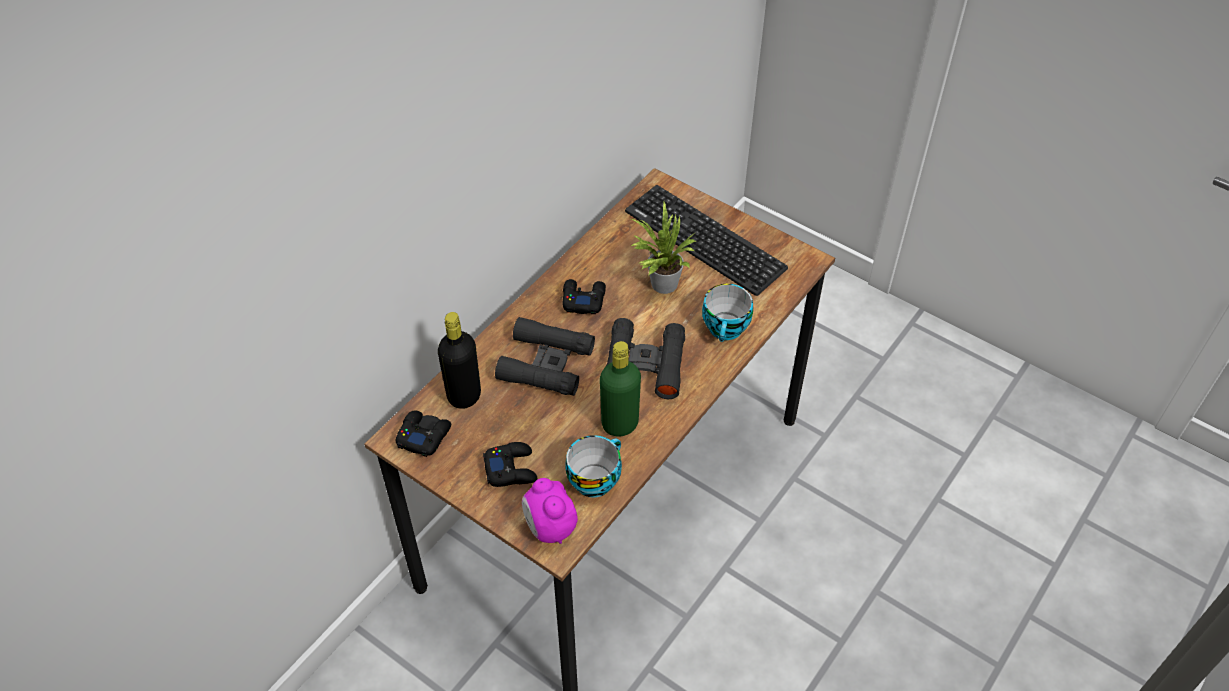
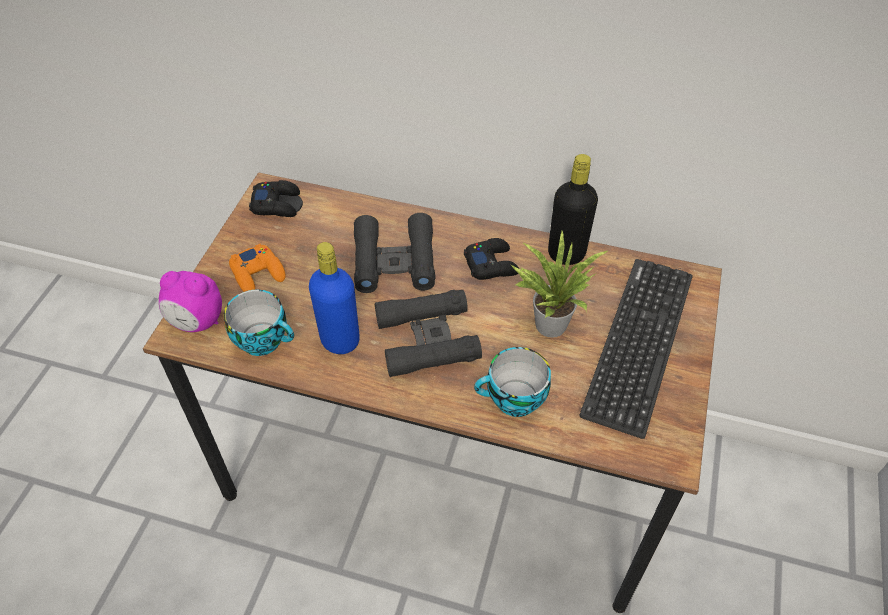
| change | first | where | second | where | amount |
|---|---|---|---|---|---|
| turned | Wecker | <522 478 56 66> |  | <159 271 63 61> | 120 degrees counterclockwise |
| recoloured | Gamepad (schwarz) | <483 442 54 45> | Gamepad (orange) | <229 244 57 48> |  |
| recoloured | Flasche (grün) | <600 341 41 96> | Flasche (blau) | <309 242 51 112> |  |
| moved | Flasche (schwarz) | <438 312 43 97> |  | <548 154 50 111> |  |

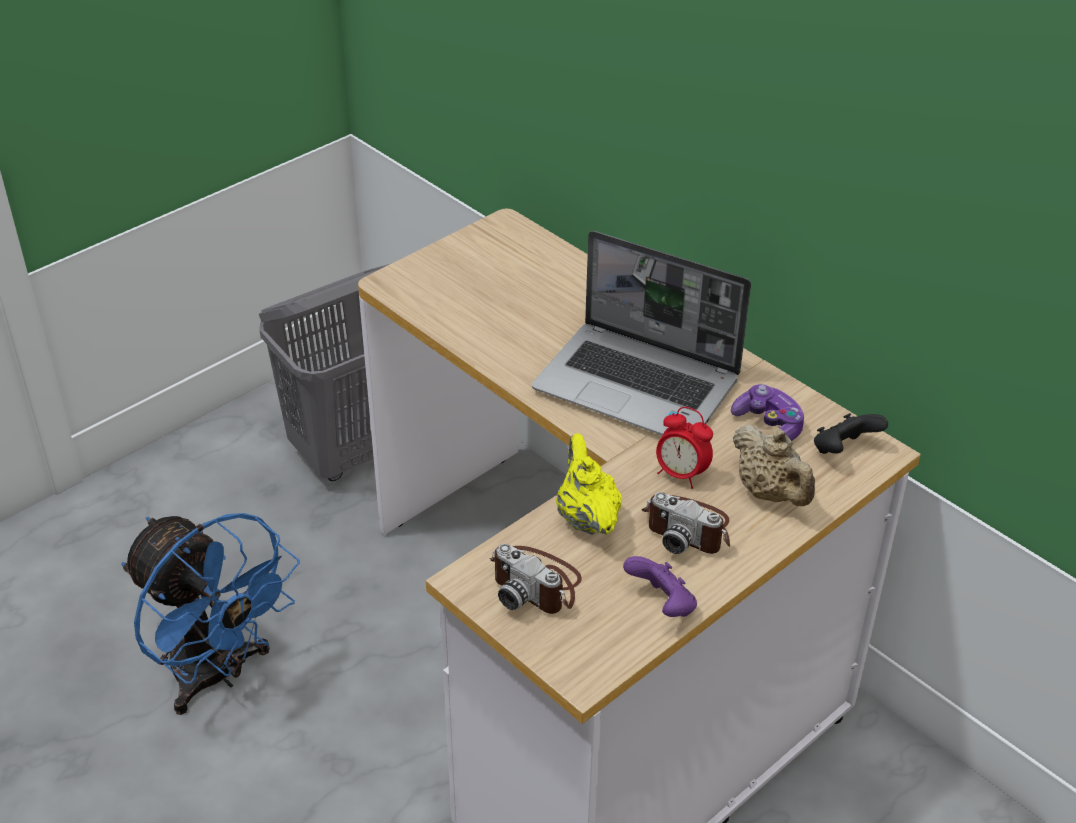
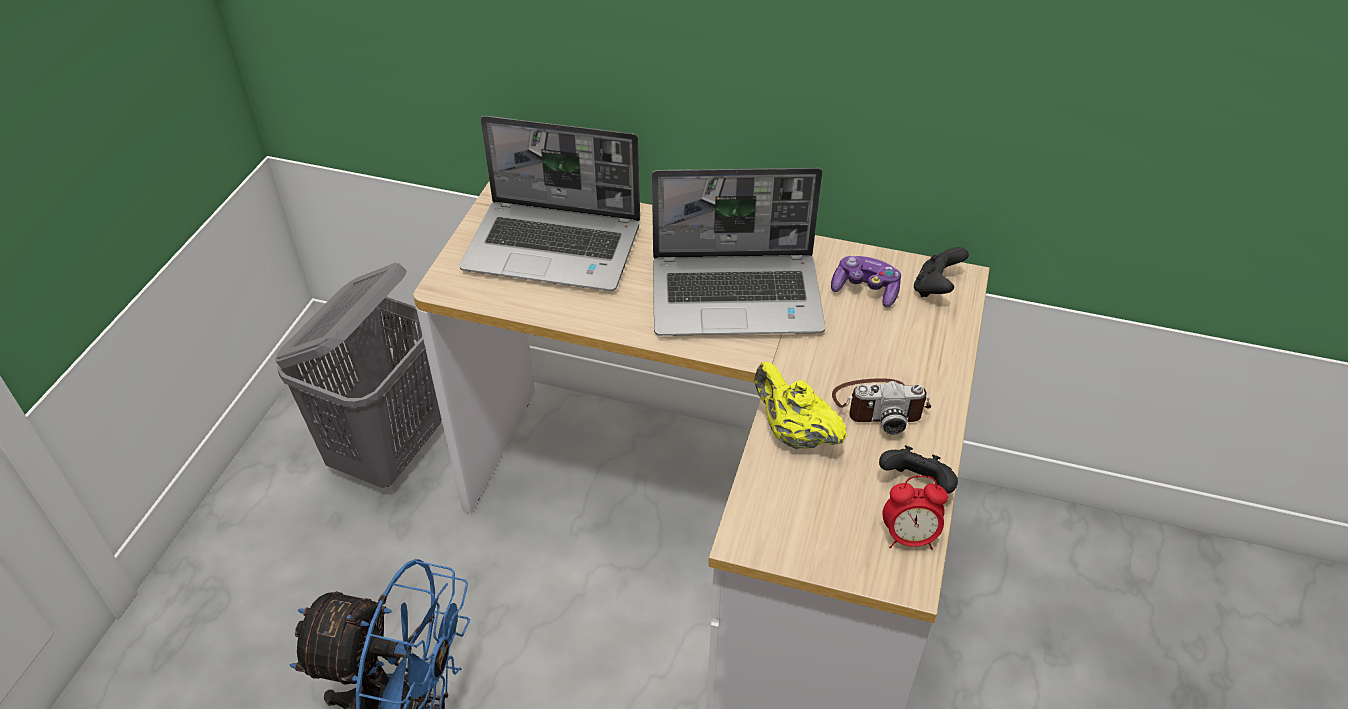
| change | first | where | second | where | amount |
|---|---|---|---|---|---|
| added |  |  | Laptop | <459 116 181 175> |  |
| recoloured | Gamepad (lila) | <623 556 74 61> | Gamepad (schwarz) | <879 445 79 49> |  |
| moved | Wecker | <656 407 57 82> |  | <883 475 65 75> |  |
| removed | Kamera | <489 544 93 70> |  |  |  |
| removed | Teekanne (beige) | <733 425 82 81> |  |  |  |

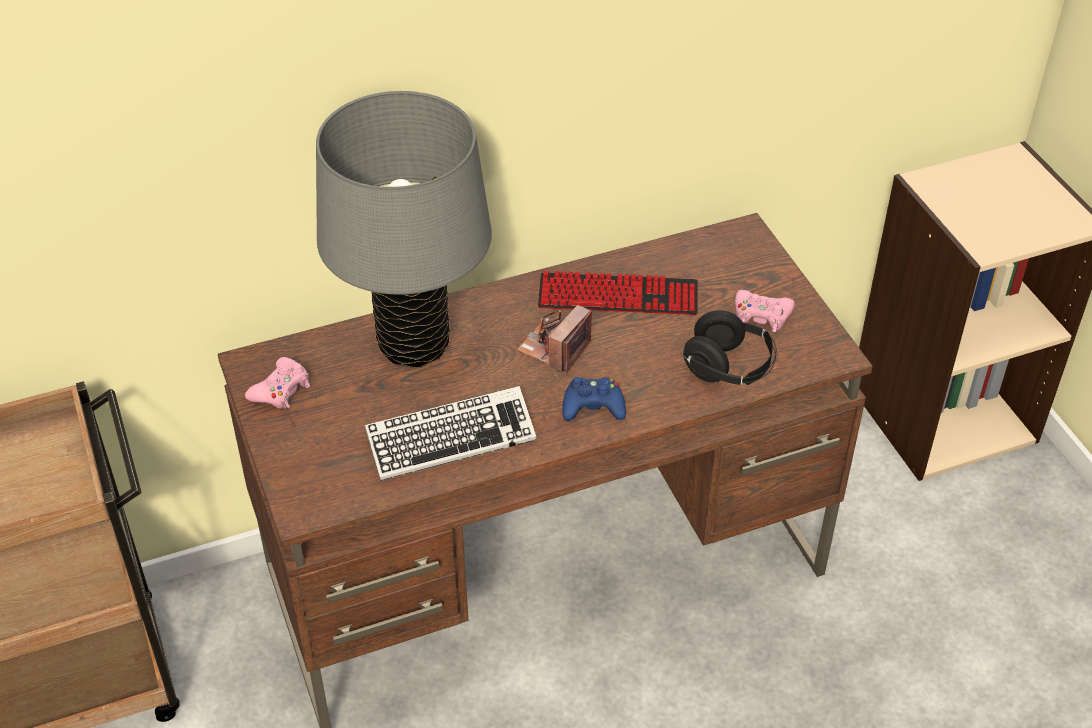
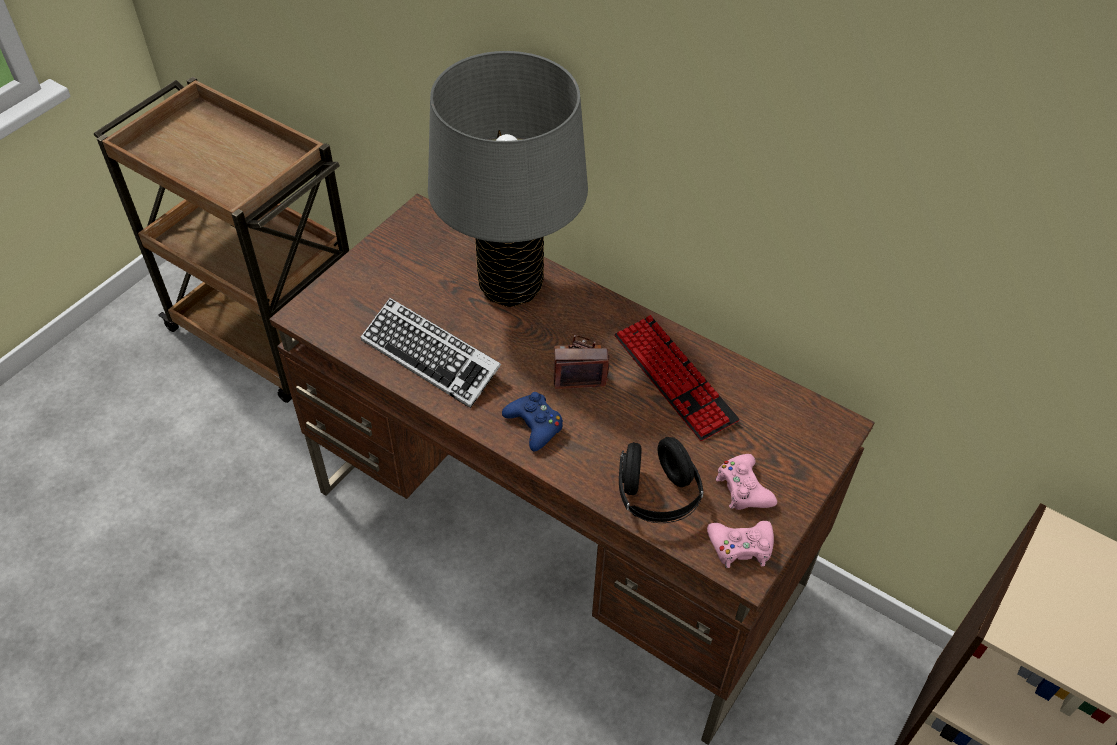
| change | first | where | second | where | amount |
|---|---|---|---|---|---|
| moved | Gamepad (rosa) | <245 357 65 52> |  | <707 521 67 47> |  |

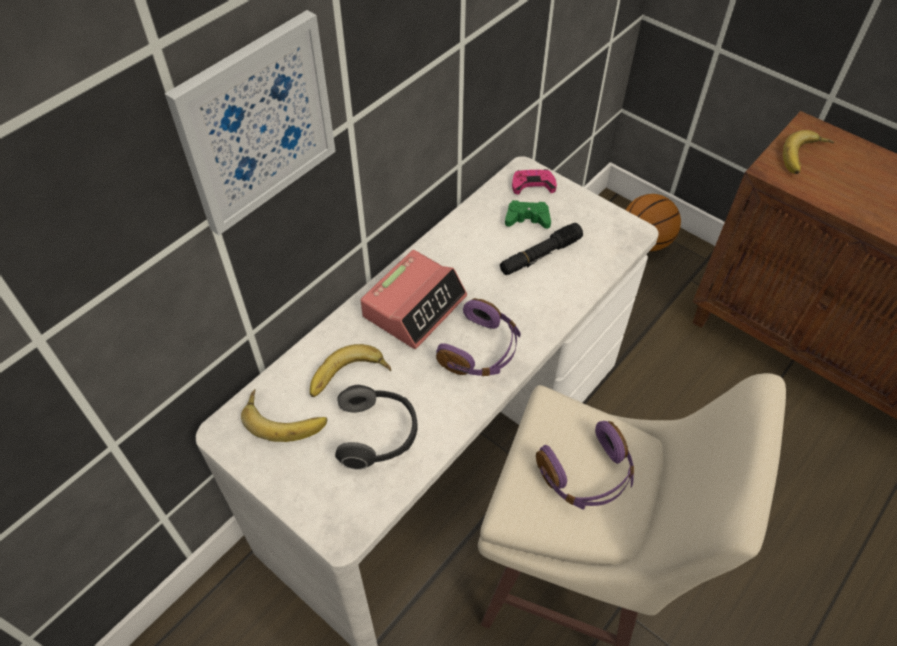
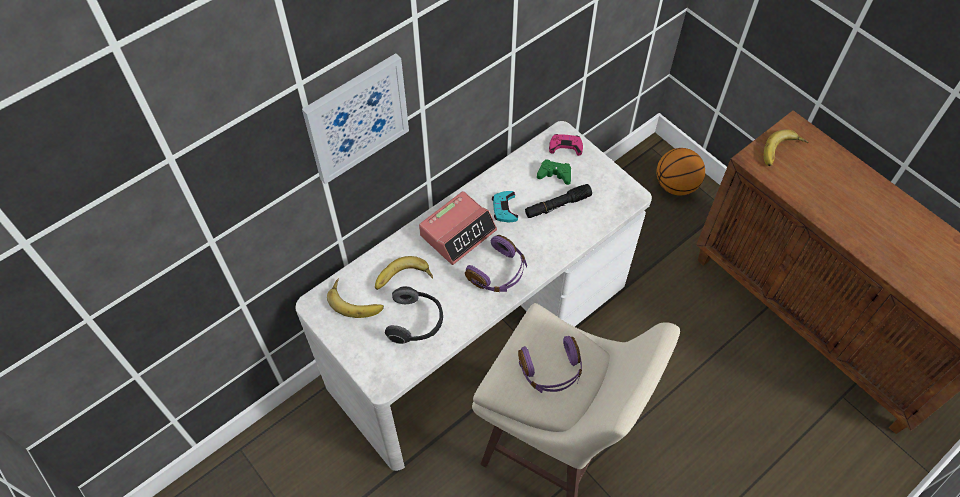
| change | first | where | second | where | amount |
|---|---|---|---|---|---|
| added |  |  | Gamepad (türkis) | <492 191 26 31> |  |

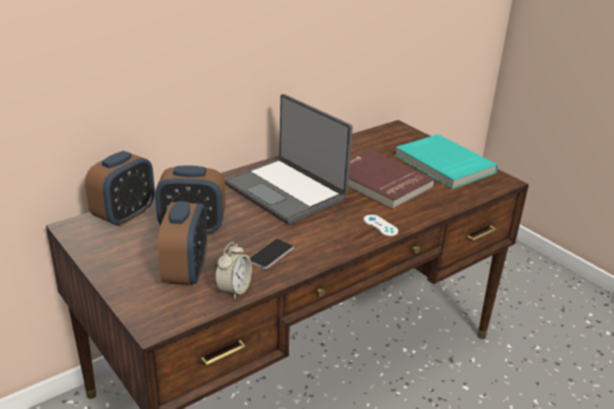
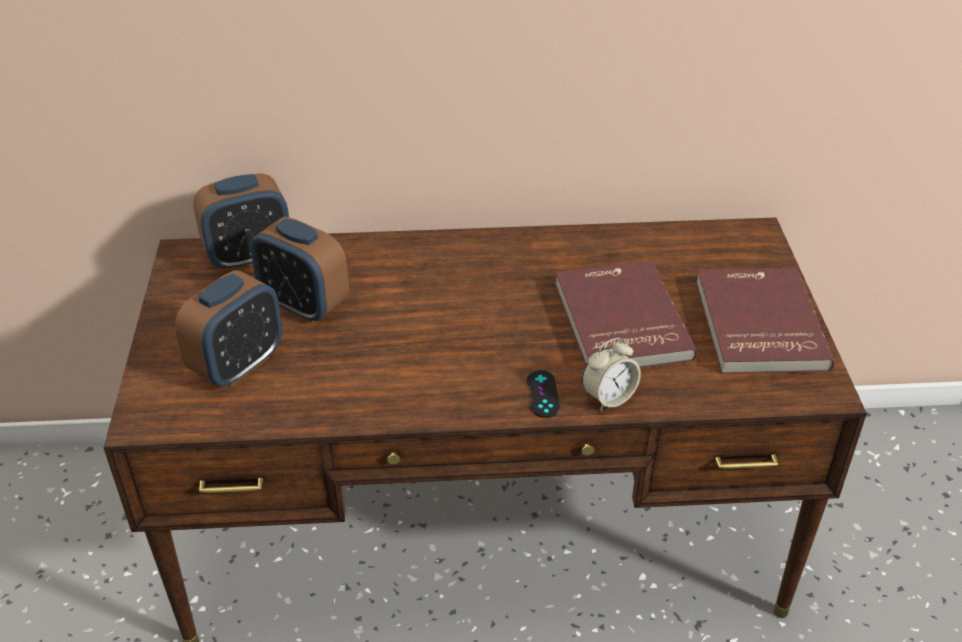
| change | first | where | second | where | amount |
|---|---|---|---|---|---|
| recoloured | Gamepad (weiß) | <364 215 34 21> | Gamepad (schwarz) | <527 370 33 48> |  |
| moved | Wecker | <215 242 37 58> |  | <582 338 59 73> |  |
| recoloured | Buch (türkis) | <395 134 103 55> | Buch (rot) | <696 268 139 106> |  |
| removed | Laptop | <224 94 129 131> |  |  |  |
| removed | Handy | <250 239 44 30> |  |  |  |

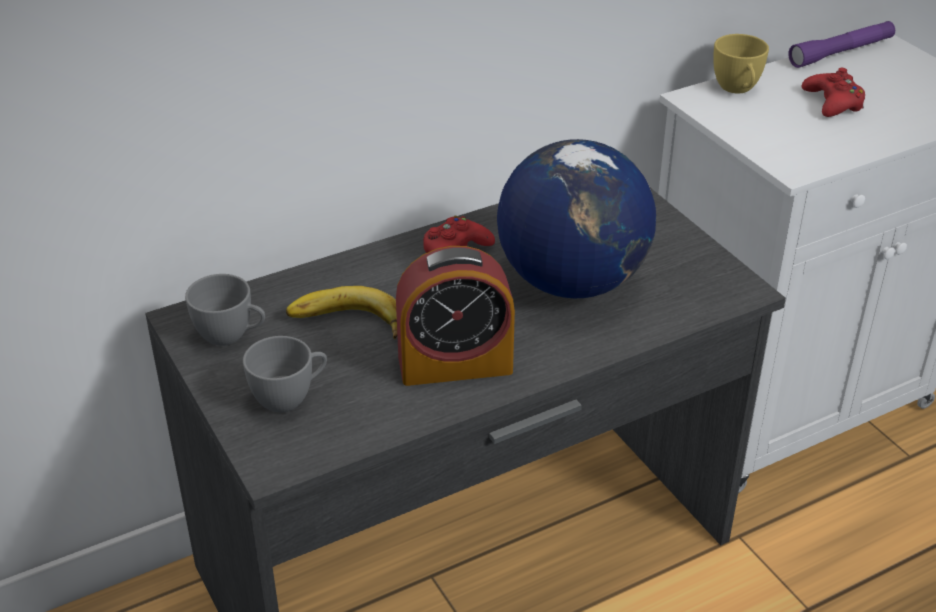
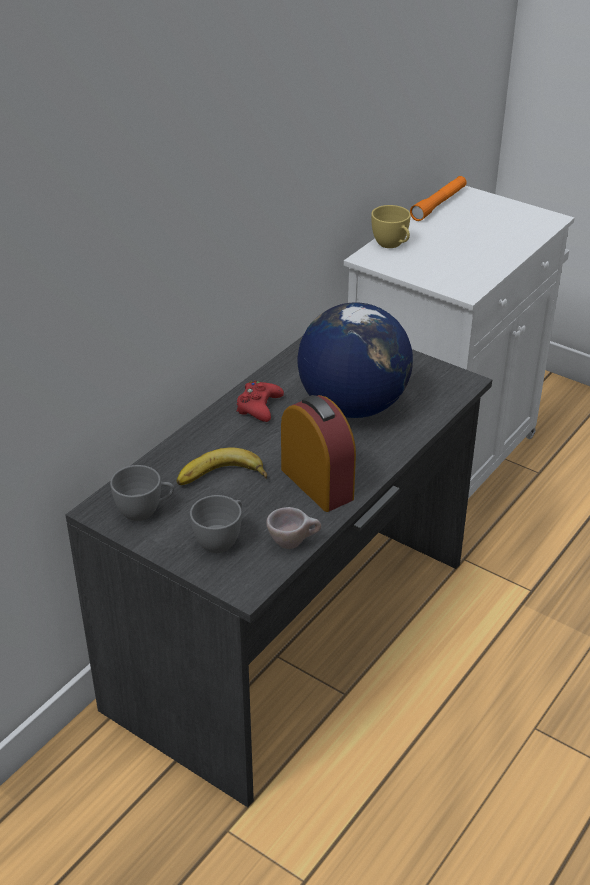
| change | first | where | second | where | amount |
|---|---|---|---|---|---|
| added |  |  | Tasse (beige) | <266 507 55 42> |  |
| turned | Wecker | <396 246 119 140> |  | <281 395 75 117> | 90 degrees counterclockwise |
| recoloured | Taschenlampe (lila) | <788 21 107 47> | Taschenlampe (orange) | <410 176 57 45> |  |
| removed | Gamepad (rot) | <802 68 63 49> |  |  |  |

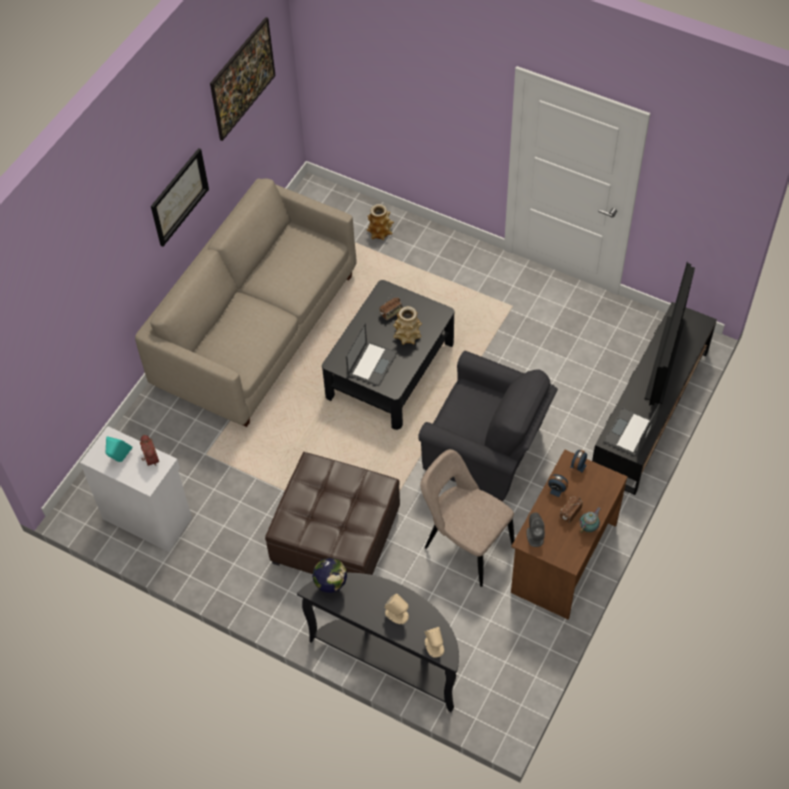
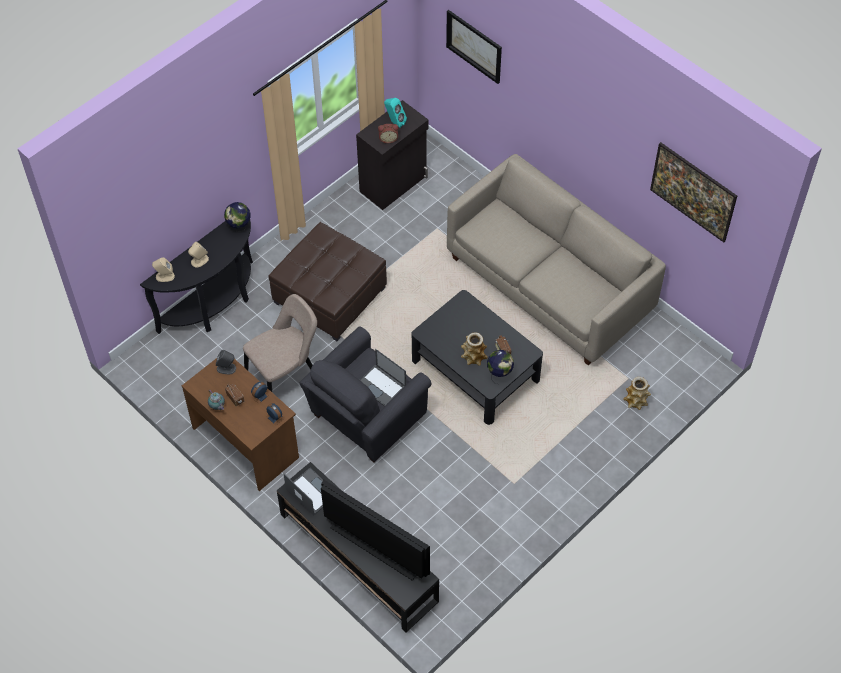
| change | first | where | second | where | amount |
|---|---|---|---|---|---|
| recoloured | Schrank (weiß) | <80 426 112 126> | Schrank (schwarz) | <356 100 73 110> |  |
| moved | Laptop | <346 323 51 64> |  | <360 349 46 58> |  |
| moved | Bild | <151 148 58 99> |  | <446 10 56 74> |  |
| added |  |  | Globus | <487 350 27 34> |  |

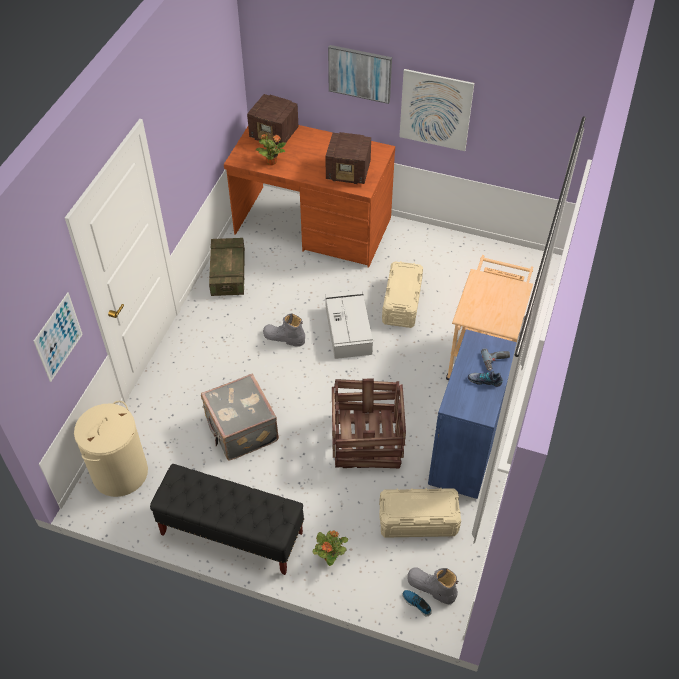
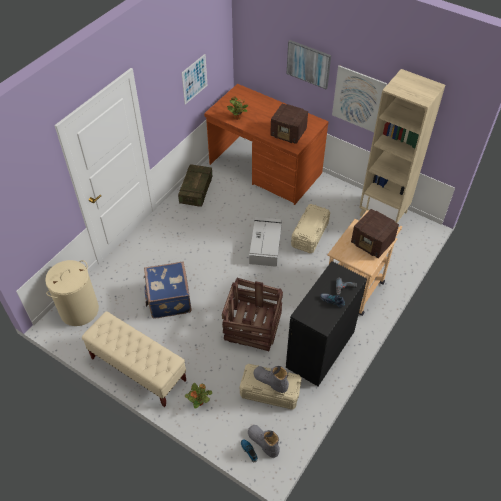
| change | first | where | second | where | amount |
|---|---|---|---|---|---|
| recoloured | Bank (schwarz) | <150 464 154 111> | Bank (beige) | <82 311 104 96> |  |
| recoloured | Koffer (grau) | <201 374 78 86> | Koffer (blau) | <144 261 48 57> |  |
| moved | Bild | <34 292 49 90> |  | <182 54 26 50> |  |
| moved | Stiefel (grau) | <263 313 42 34> |  | <254 366 35 27> |  |
| recoloured | Schrank (blau) | <428 329 89 170> | Schrank (schwarz) | <286 261 81 125> |  |
| moved | Radio | <247 94 51 51> |  | <351 209 48 49> |  |
| added |  |  | Bücherregal (beige) | <359 69 86 154> |  |

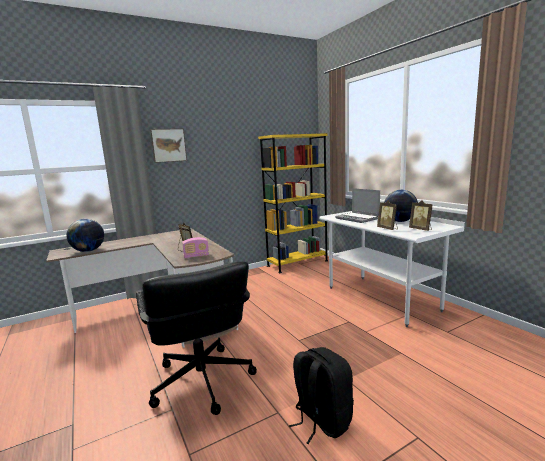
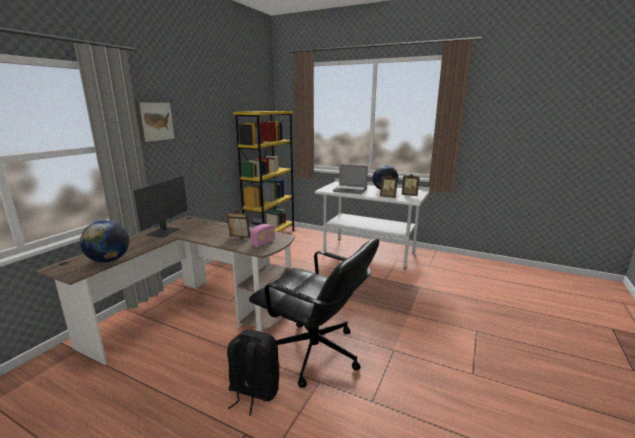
| change | first | where | second | where | amount |
|---|---|---|---|---|---|
| added |  |  | Monitor | <133 176 54 61> |  |
| moved | Rucksack (schwarz) | <289 347 65 97> |  | <227 330 53 86> |  |

